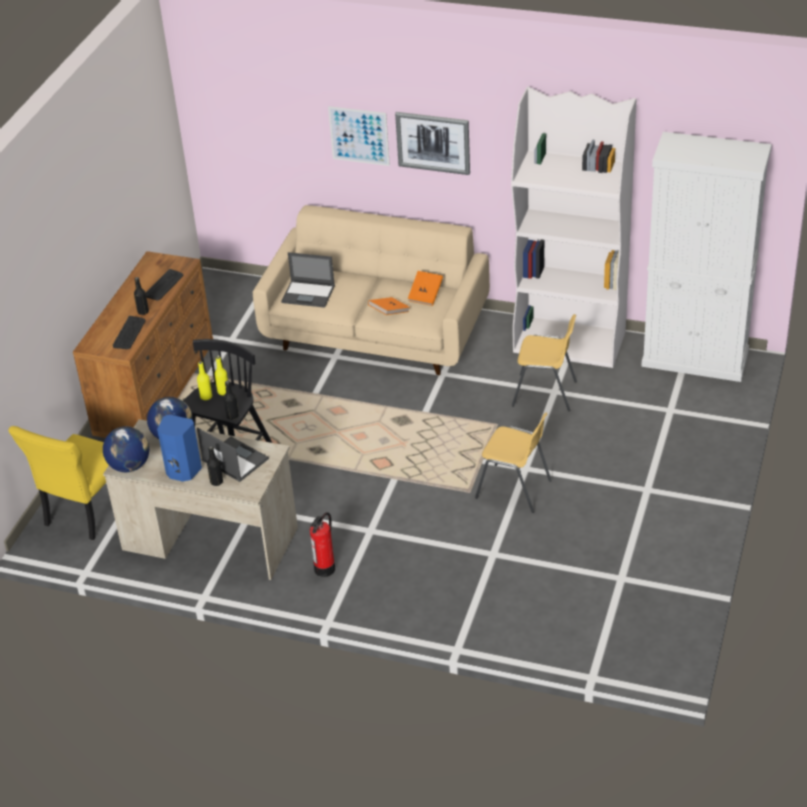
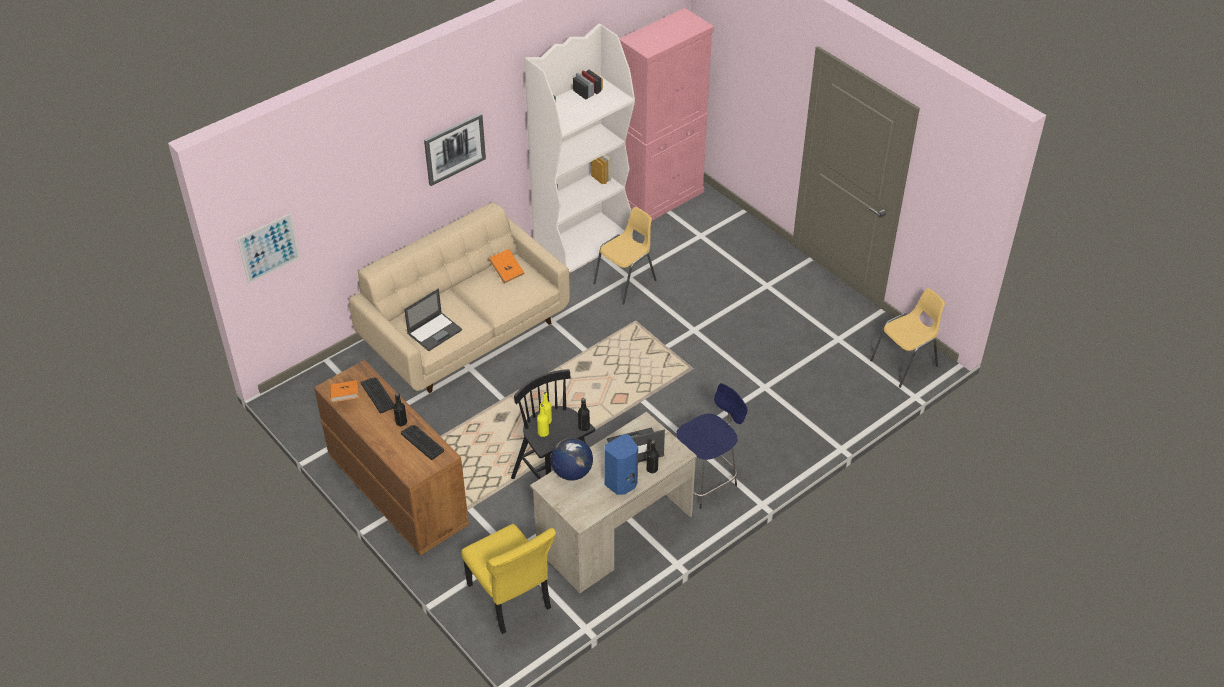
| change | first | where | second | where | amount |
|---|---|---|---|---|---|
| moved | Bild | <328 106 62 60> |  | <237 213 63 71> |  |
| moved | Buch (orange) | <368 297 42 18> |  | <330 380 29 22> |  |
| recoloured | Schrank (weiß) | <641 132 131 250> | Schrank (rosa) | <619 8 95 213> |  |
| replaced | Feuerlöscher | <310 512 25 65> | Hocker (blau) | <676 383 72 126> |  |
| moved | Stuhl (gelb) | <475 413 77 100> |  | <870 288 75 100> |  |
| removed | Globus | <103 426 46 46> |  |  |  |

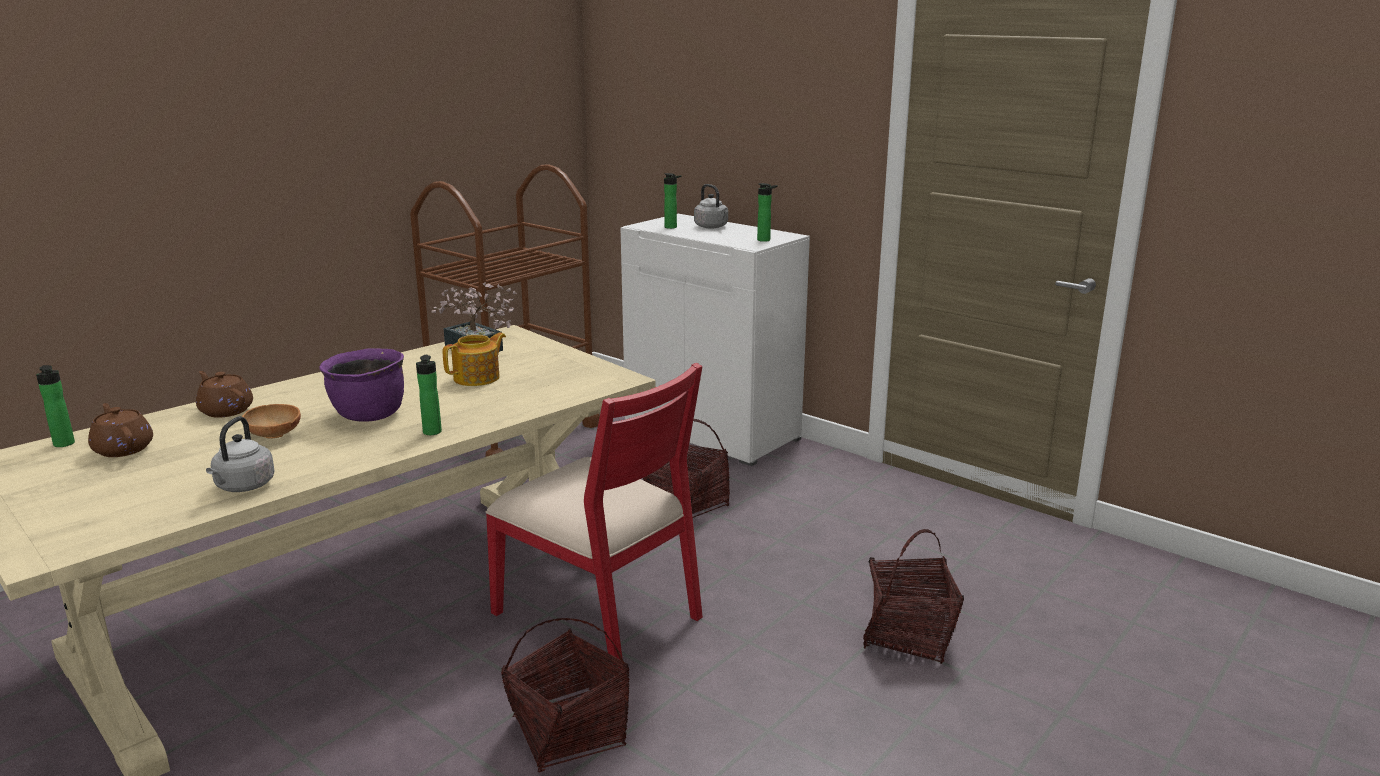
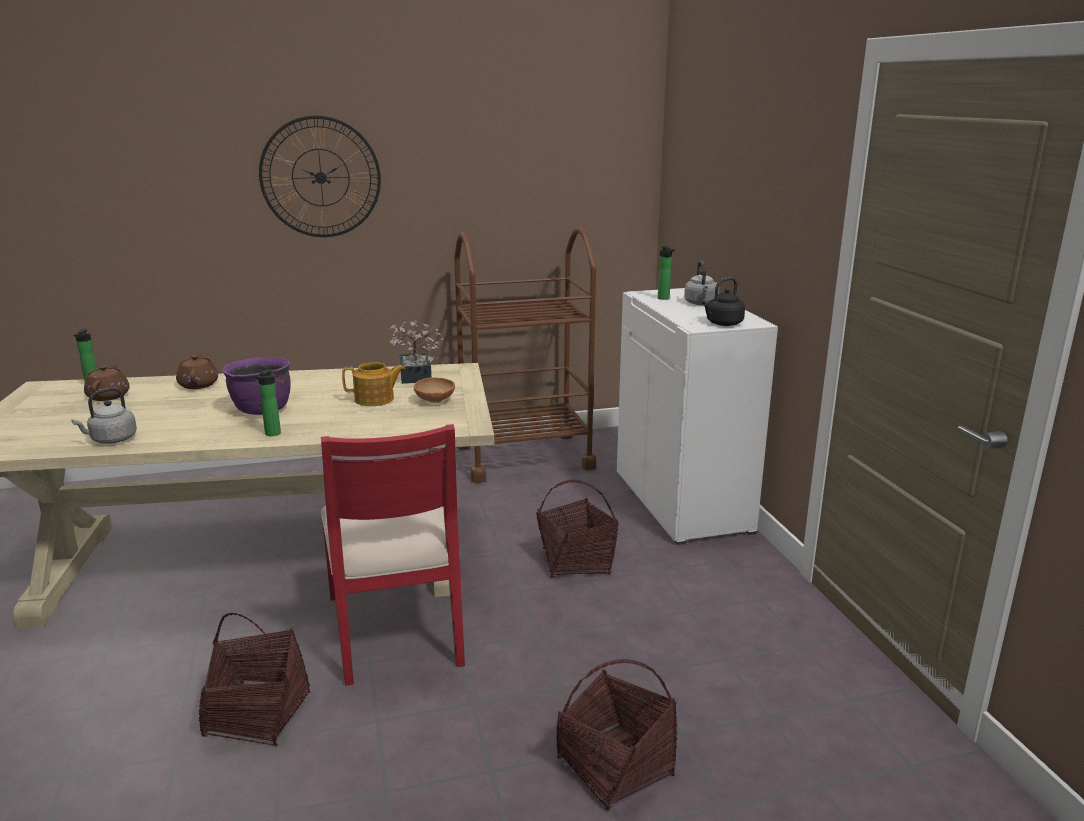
| change | first | where | second | where | amount |
|---|---|---|---|---|---|
| added |  |  | Wanduhr | <259 115 122 122> |  |
| moved | Schüssel (braun) | <242 404 59 35> |  | <414 377 41 26> |  |
| replaced | Flasche | <757 183 20 59> | Wasserkessel (schwarz) | <702 277 43 49> |  |

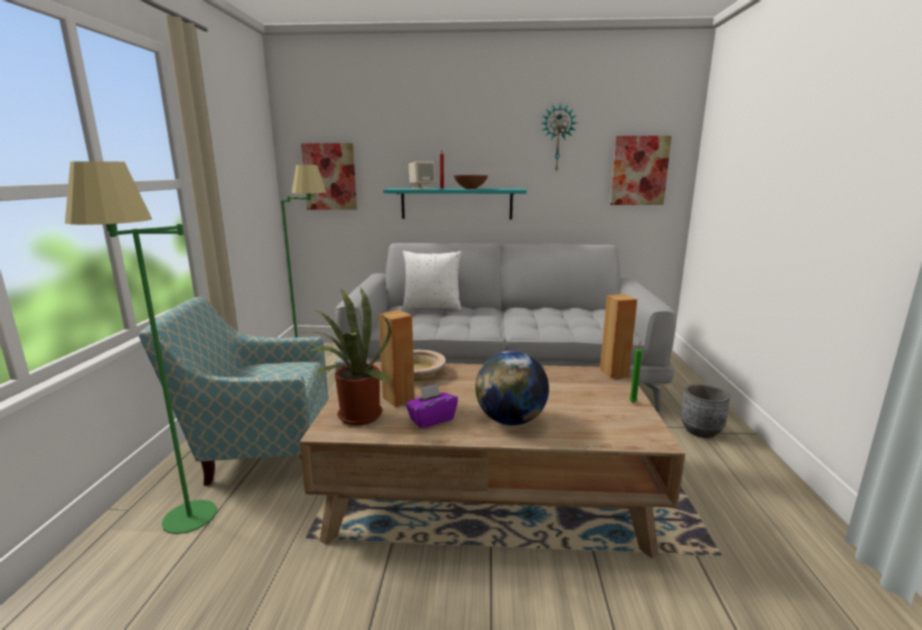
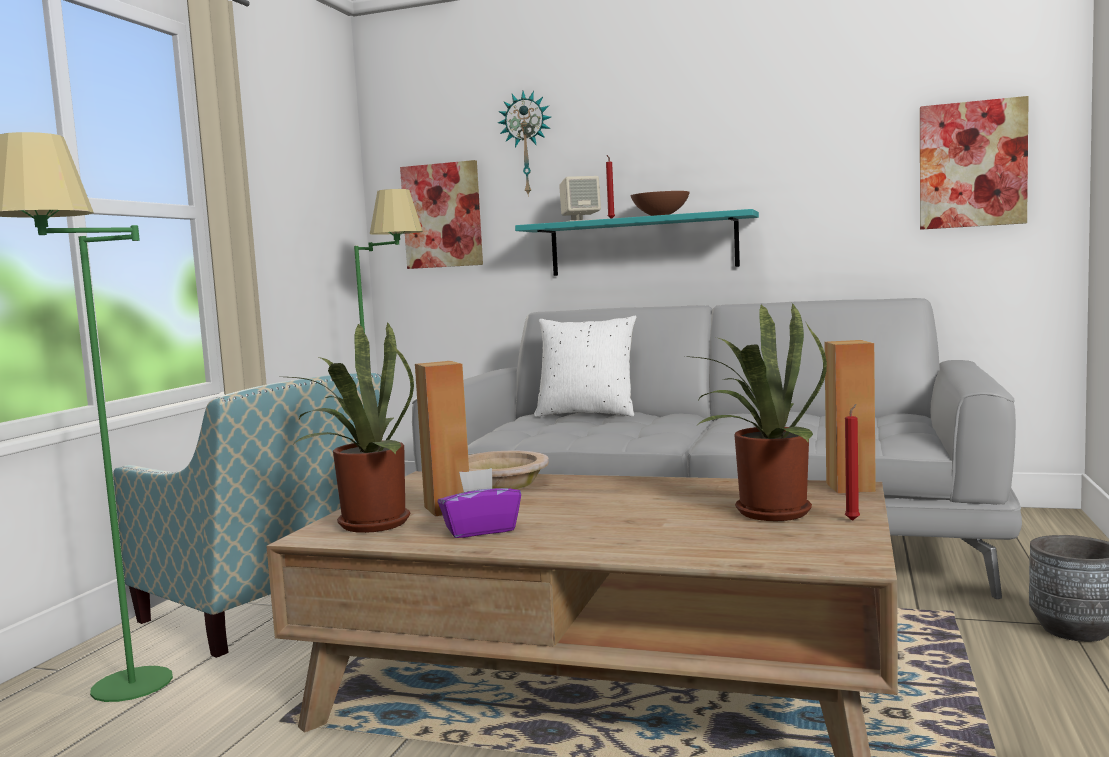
| change | first | where | second | where | amount |
|---|---|---|---|---|---|
| turned | Sessel | <139 297 189 189> |  | <113 373 268 285> | 150 degrees counterclockwise |
| moved | Wanduhr | <542 103 35 70> |  | <498 91 53 106> |  |
| added |  |  | Topfpflanze | <684 303 143 218> |  |
| recoloured | Kerze (grün) | <629 342 13 60> | Kerze (rot) | <845 404 15 117> |  |
| removed | Globus | <475 351 74 74> |  |  |  |

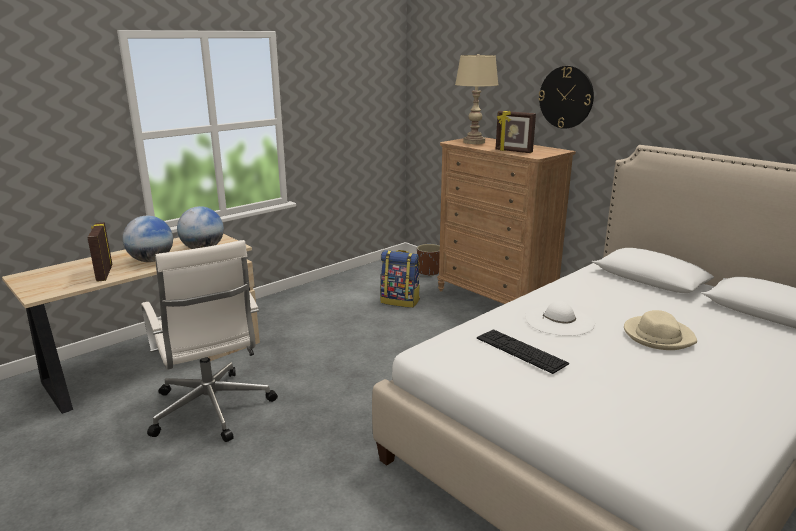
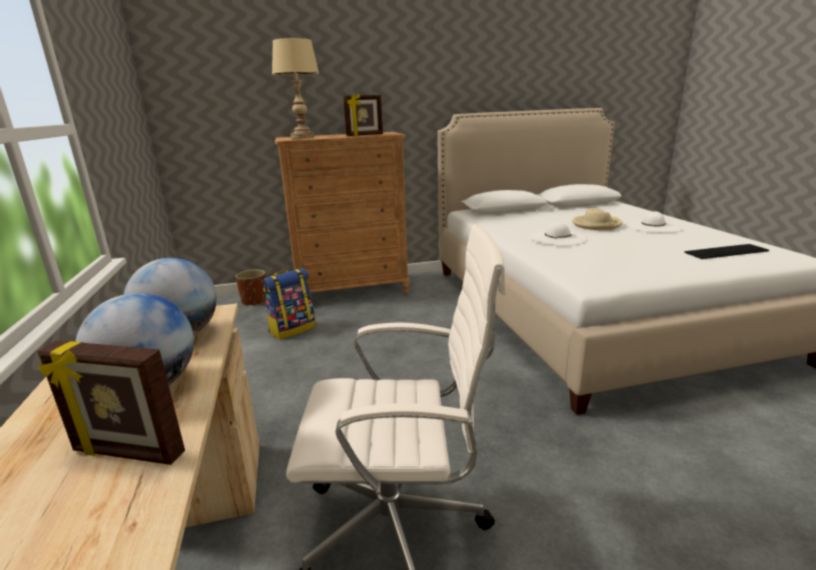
| change | first | where | second | where | amount |
|---|---|---|---|---|---|
| added |  |  | Hut (weiß) | <625 211 58 22> |  |
| moved | Tastatur | <477 329 92 45> |  | <684 244 85 15> |  |
| removed | Wanduhr | <538 66 56 63> |  |  |  |

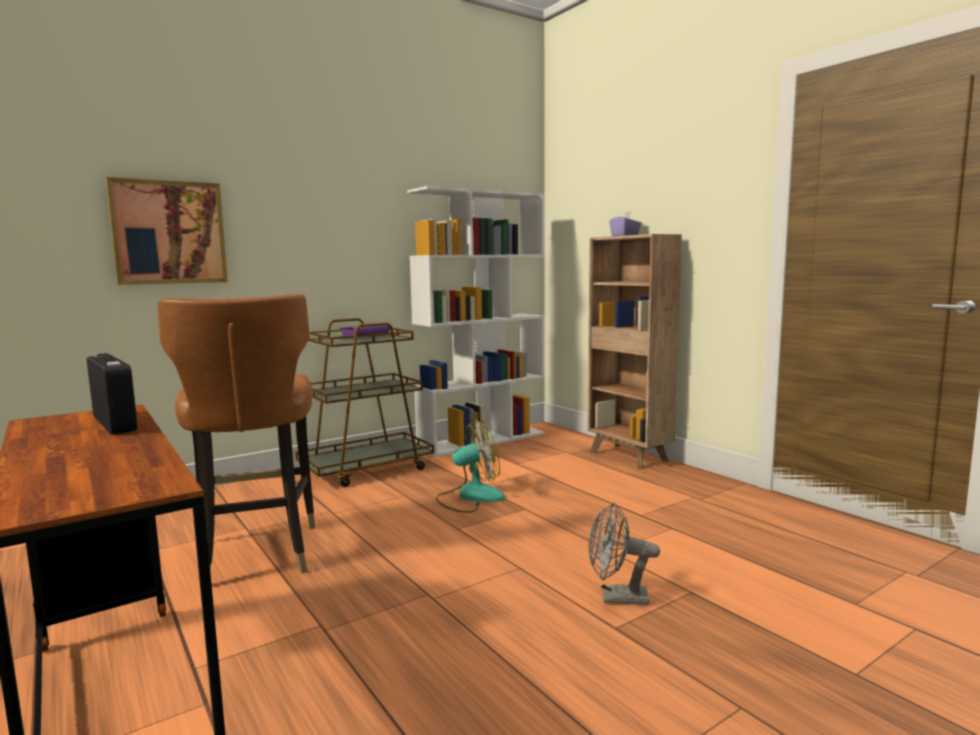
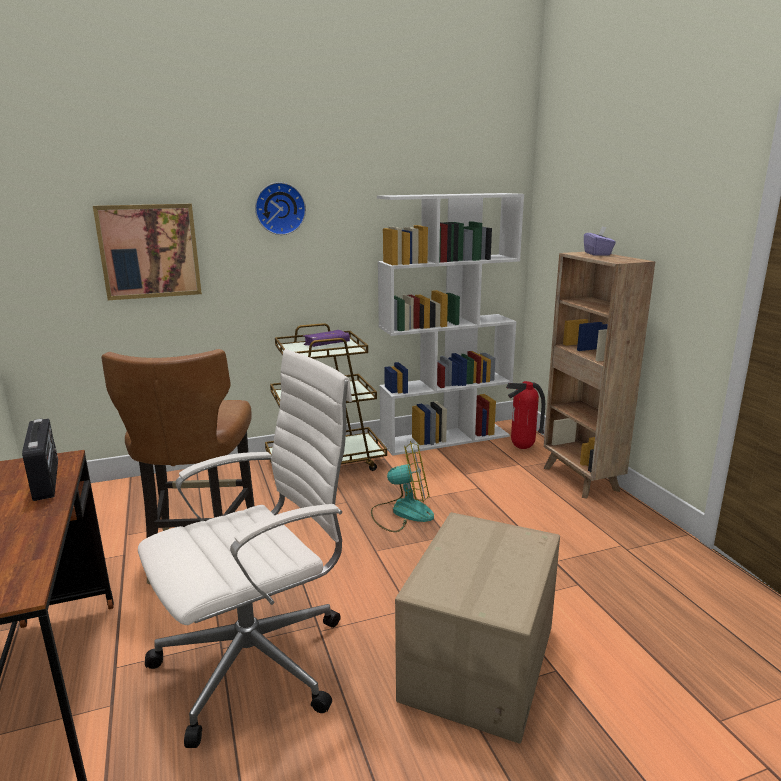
| change | first | where | second | where | amount |
|---|---|---|---|---|---|
| added |  |  | Bürostuhl (weiß) | <138 349 214 399> |  |
| added |  |  | Wanduhr | <255 182 51 53> |  |
| replaced | Ventilator (grau) | <589 503 71 102> | Karton | <395 512 165 232> |  |
| added |  |  | Feuerlöscher | <506 381 39 68> |  |

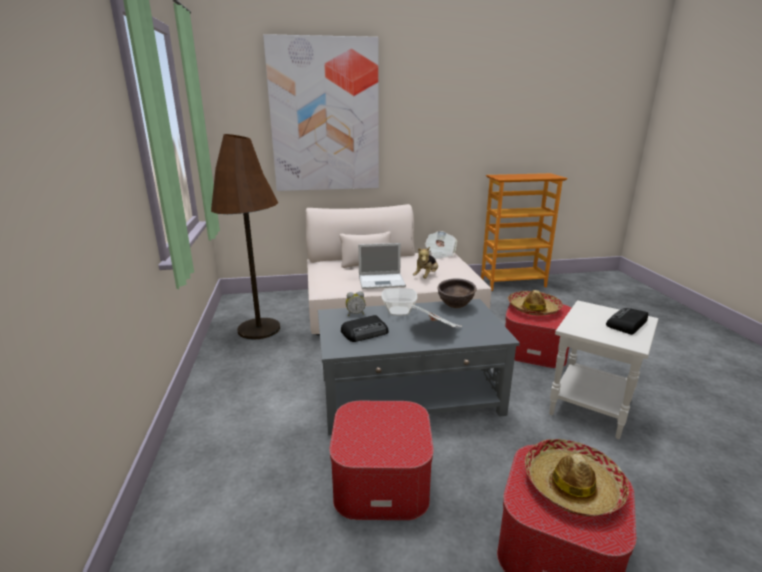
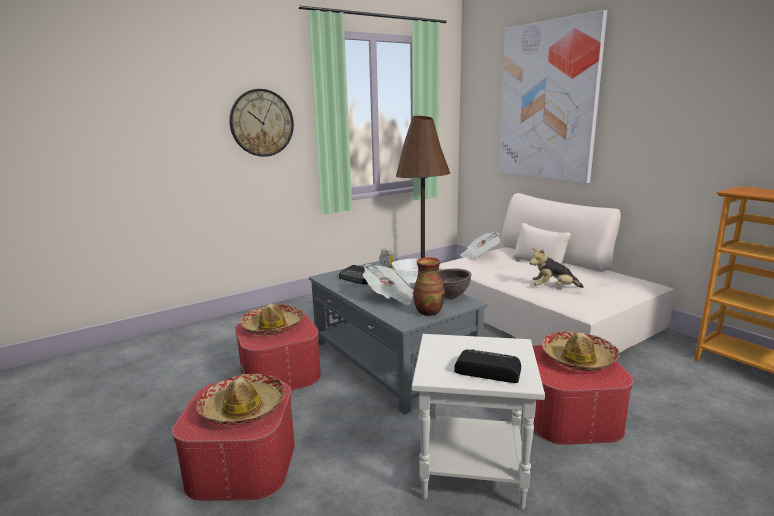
| change | first | where | second | where | amount |
|---|---|---|---|---|---|
| added |  |  | Wanduhr | <229 89 65 68> |  |
| added |  |  | Hut | <240 304 63 31> |  |
| added |  |  | Vase | <413 257 32 59> |  |
| moved | Zeitung | <425 231 32 28> |  | <460 232 40 27> |  |
| removed | Laptop | <358 243 48 46> |  |  |  |

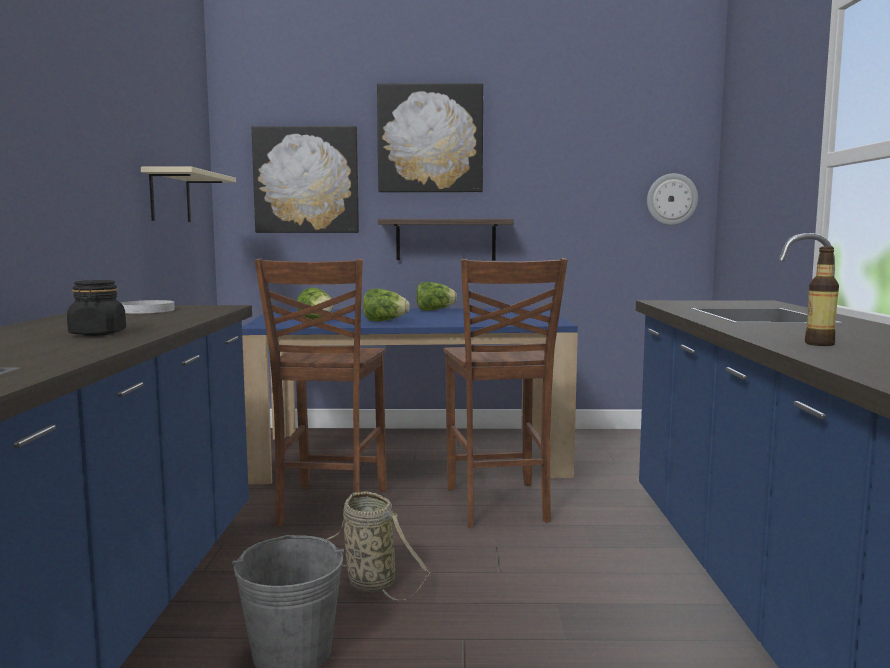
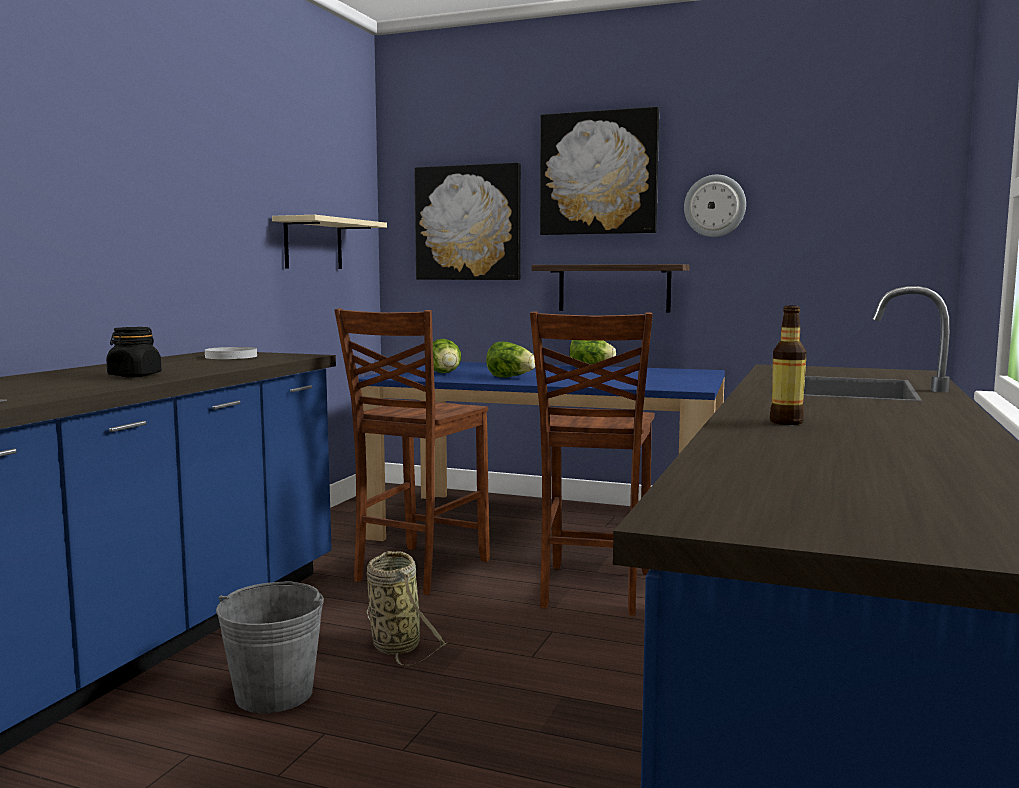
| change | first | where | second | where | amount |
|---|---|---|---|---|---|
| moved | Wanduhr | <647 173 51 52> |  | <684 175 62 62> |  |

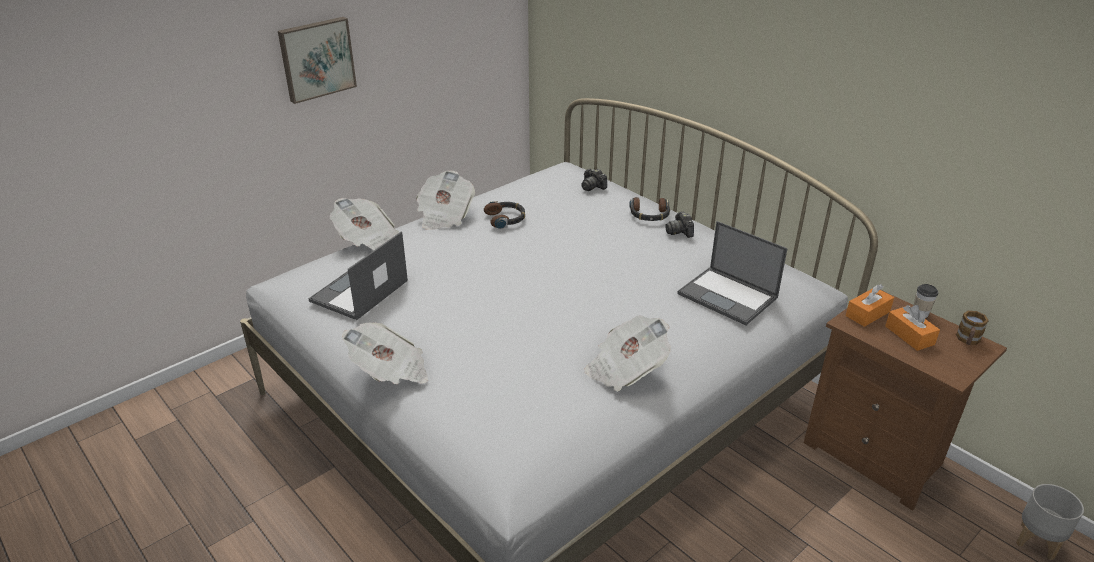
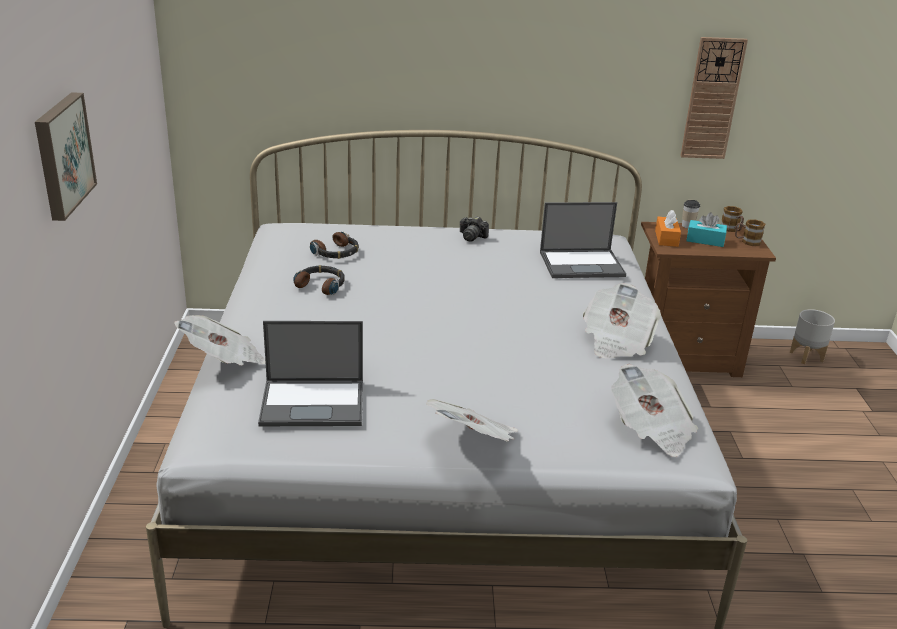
| change | first | where | second | where | amount |
|---|---|---|---|---|---|
| turned | Laptop | <308 231 100 89> |  | <258 321 105 105> | 75 degrees counterclockwise |
| moved | Kopfhörer | <629 197 41 24> |  | <310 232 49 27> |  |
| moved | Zeitung | <416 170 59 60> |  | <611 364 87 93> |  |
| added |  |  | Wanduhr | <681 37 67 122> |  |
| recoloured | Taschentuchbox (orange) | <885 305 55 46> | Taschentuchbox (türkis) | <686 212 41 35> |  |
| added |  |  | Henkelbecher | <735 219 30 27> |  |
| removed | Kamera | <581 169 26 22> |  |  |  |

